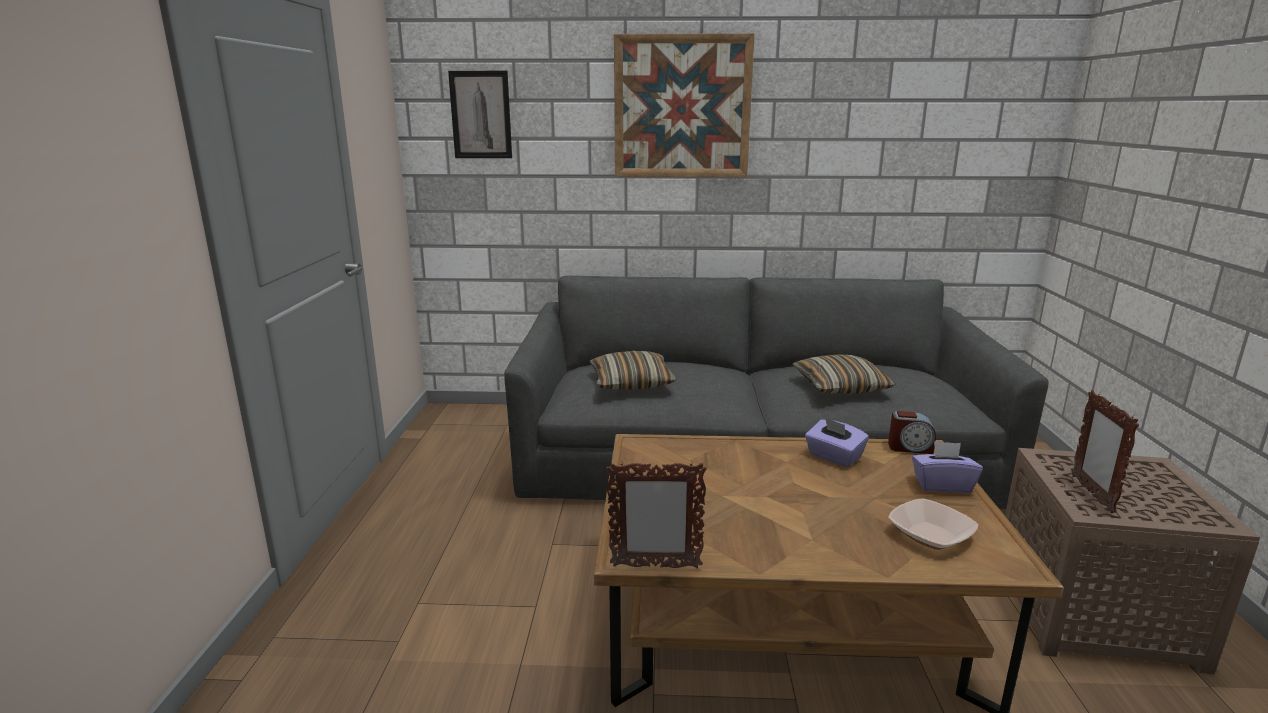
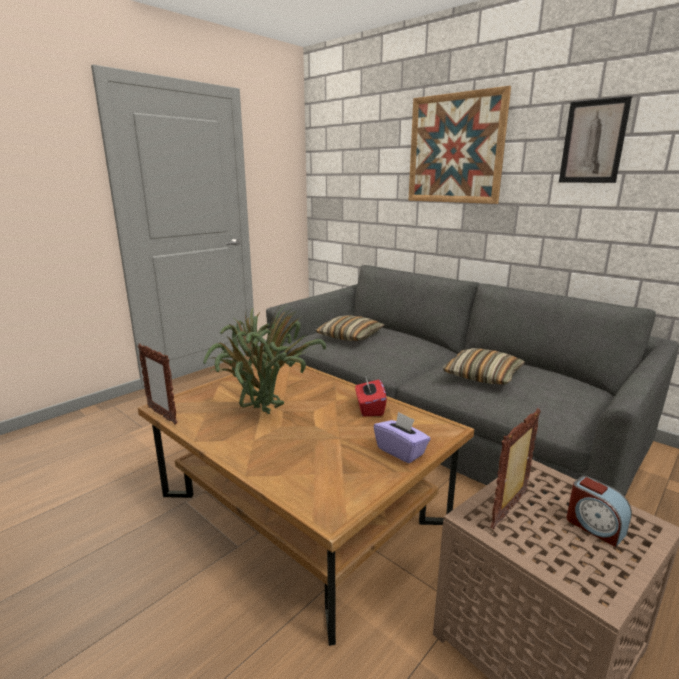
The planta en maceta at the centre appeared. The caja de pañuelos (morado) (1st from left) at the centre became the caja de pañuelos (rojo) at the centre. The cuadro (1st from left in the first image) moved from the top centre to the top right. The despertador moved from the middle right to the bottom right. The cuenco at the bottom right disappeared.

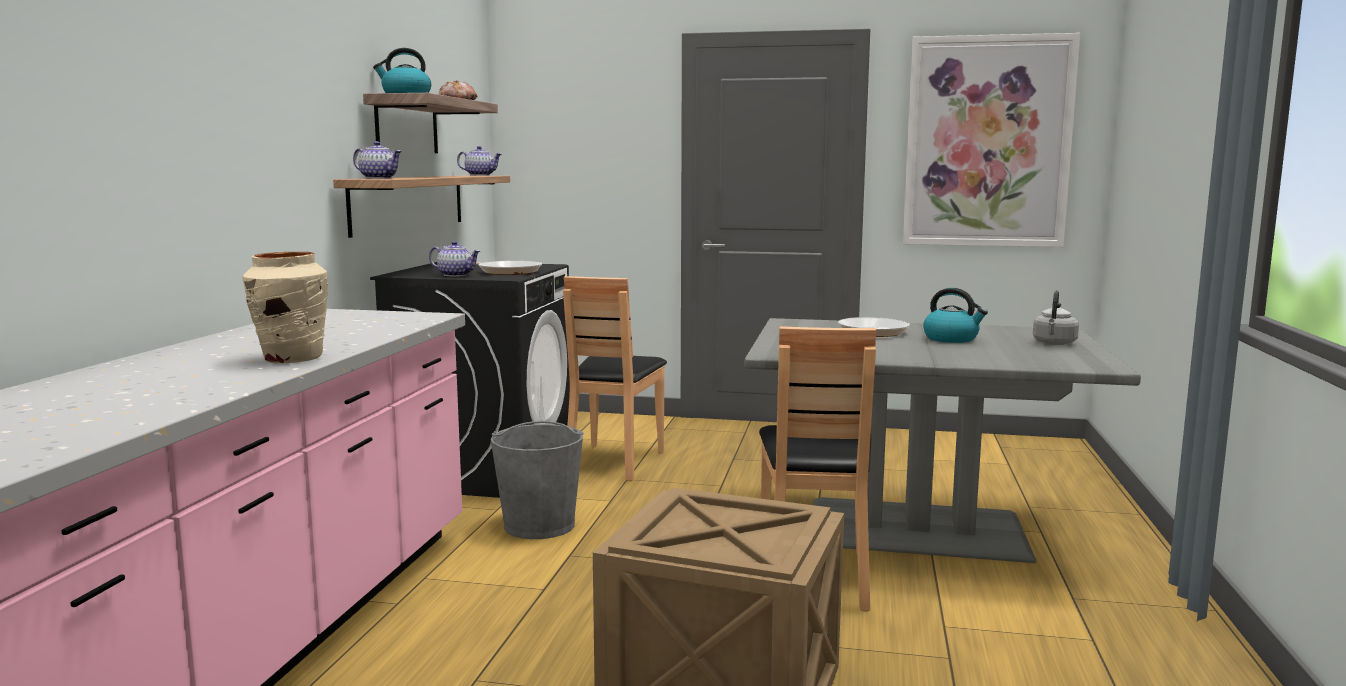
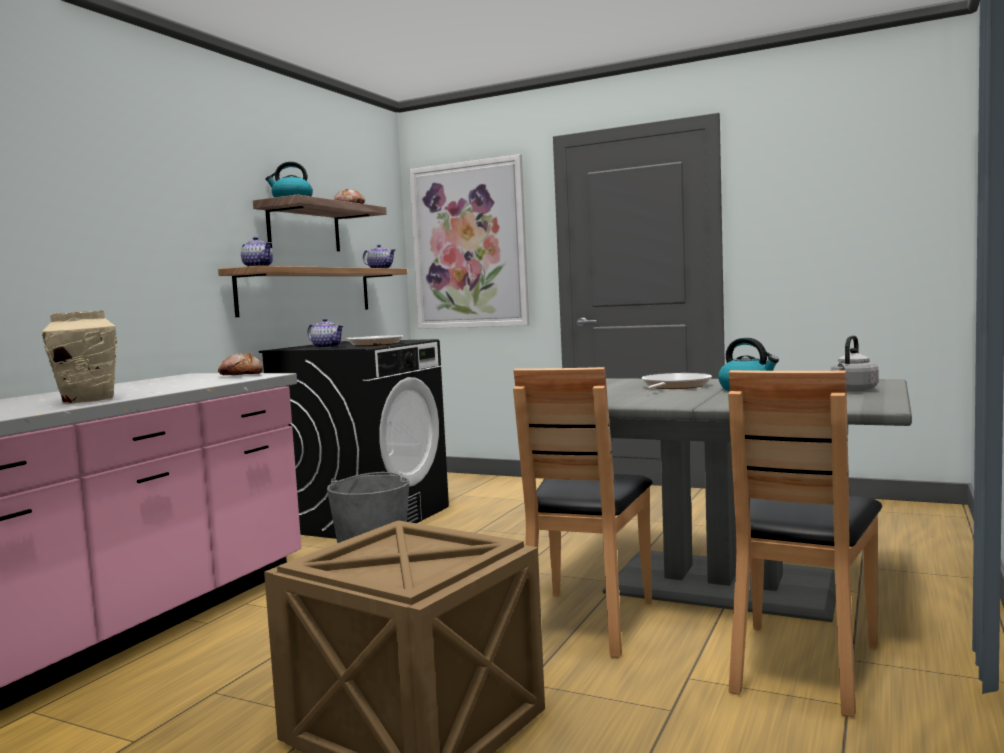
The pan (1st from left) at the middle left appeared. The cuadro moved from the top right to the top centre. The silla (marrón) (1st from left in the first image) moved from the centre to the bottom right.

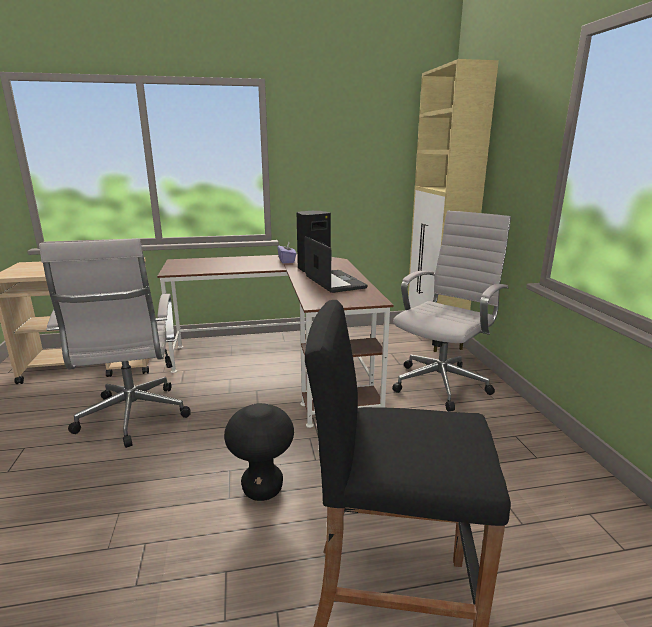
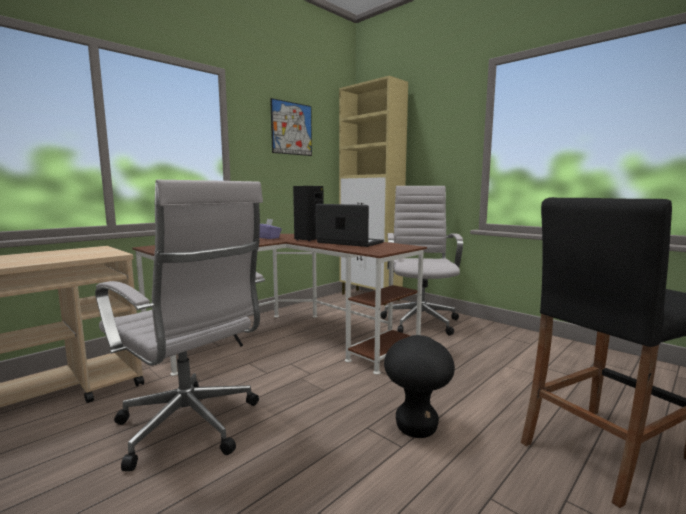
The cuadro at the top centre appeared.

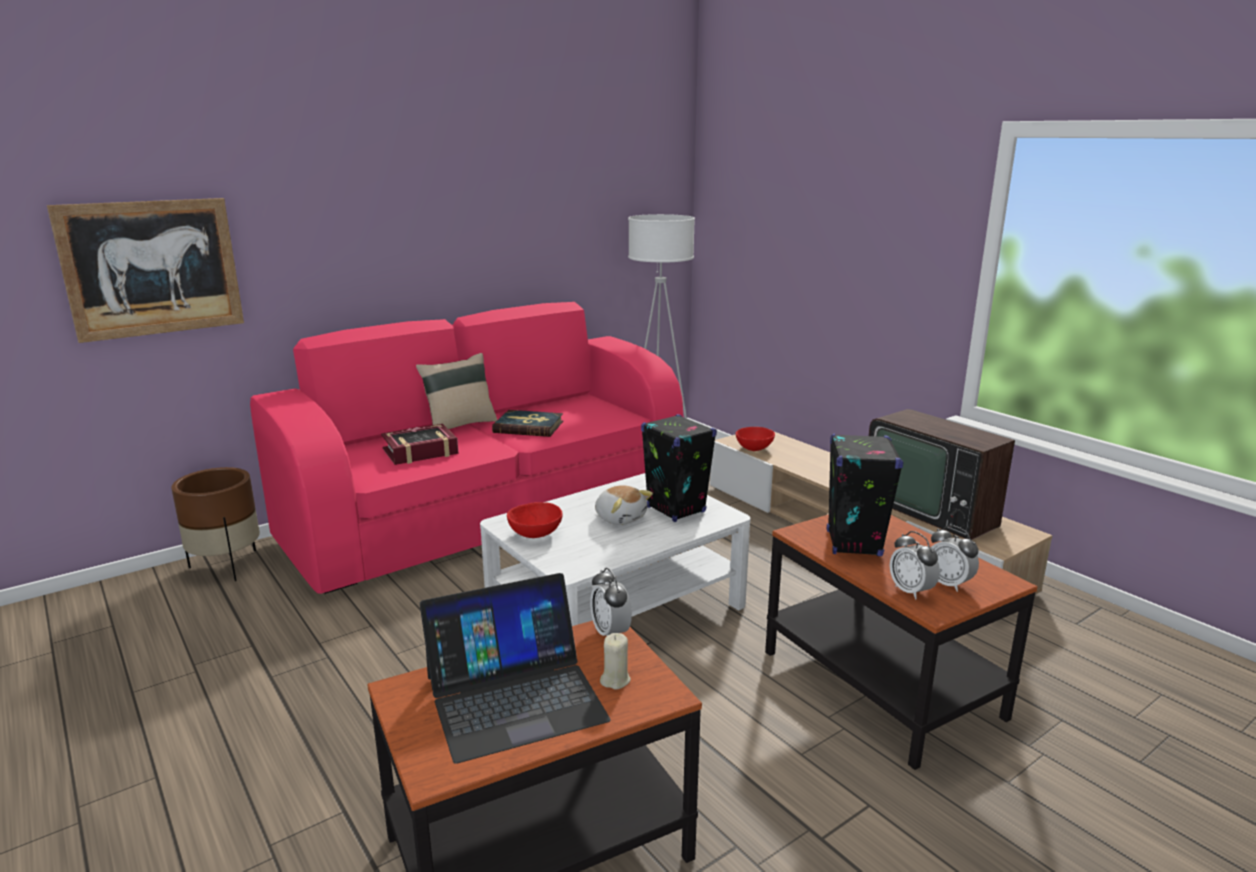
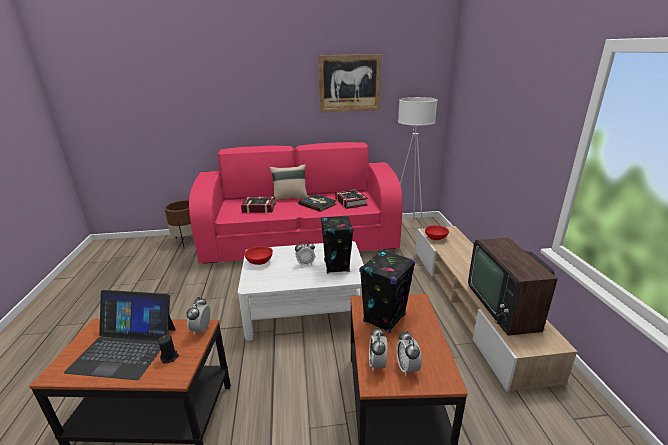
The vela (beis) at the bottom centre became the vela (negro) at the bottom left. The peluche at the centre was replaced by the despertador (2nd from left) at the centre. The cuadro moved from the top left to the top centre. The libro (3rd from left) at the centre appeared.

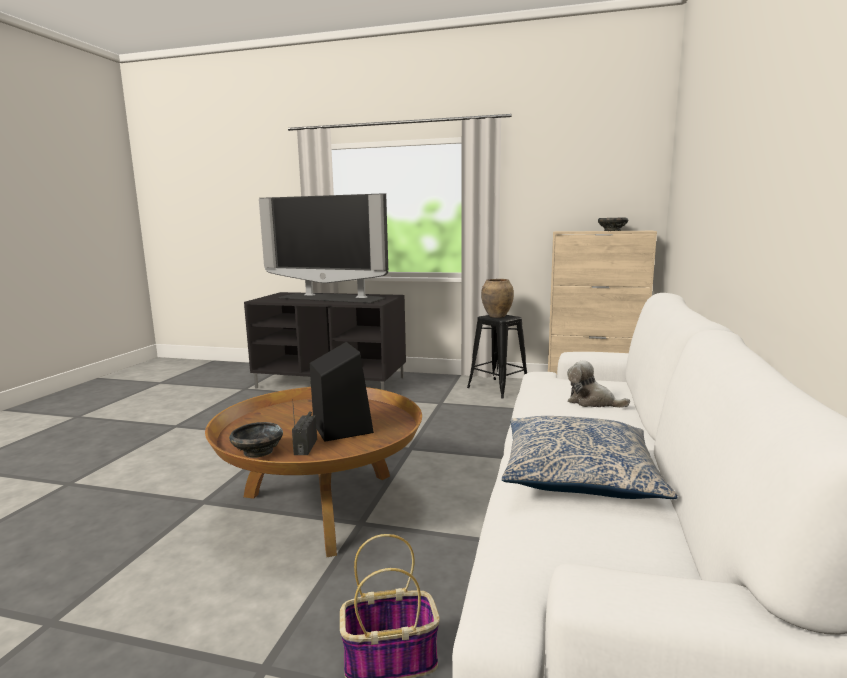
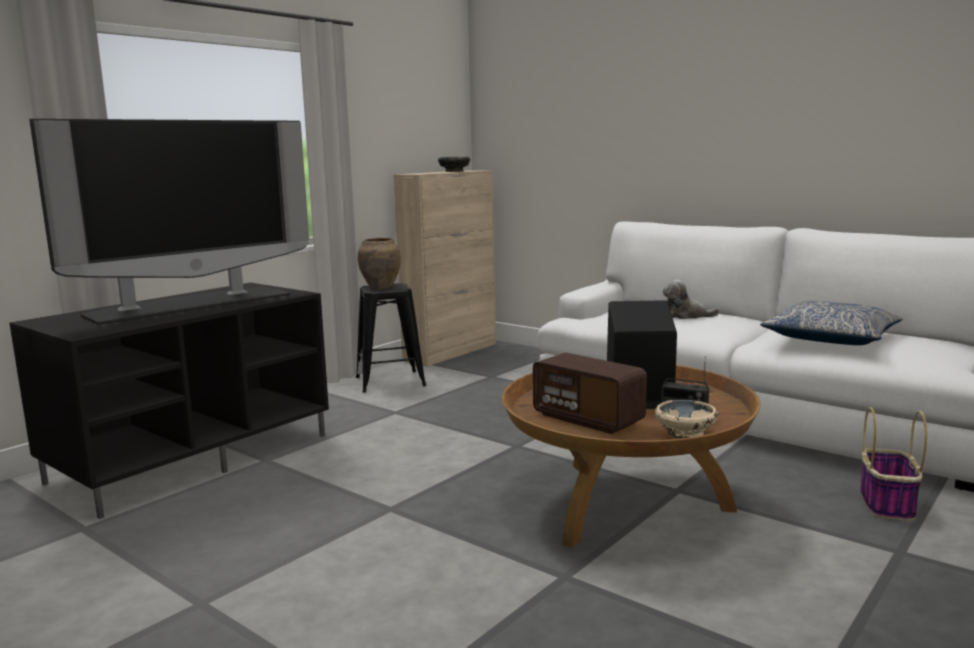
The radio (1st from left) at the centre appeared. The cuenco (negro) (1st from left) at the middle left became the cuenco (beis) at the middle right. The peluche at the middle right turned 45 degrees clockwise.

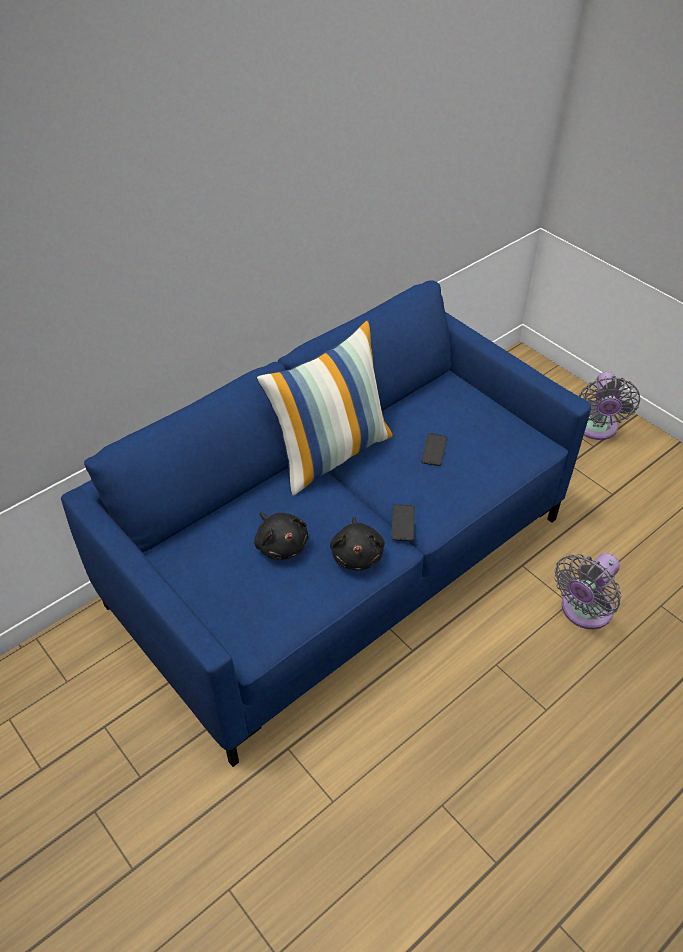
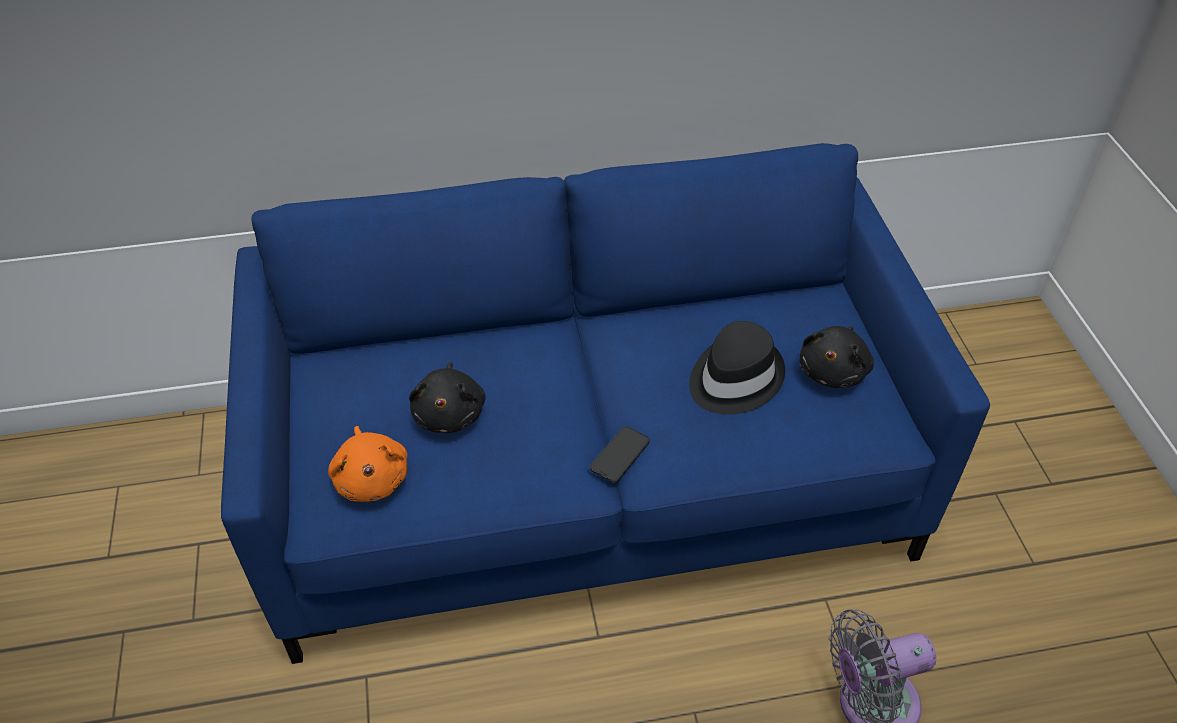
The peluche (naranja) at the middle left appeared. The móvil (2nd from left) at the centre was replaced by the sombrero (negro) at the centre. The peluche (negro) (2nd from left) moved from the centre to the middle right. The cojín at the centre disappeared. The ventilador (gris) (2nd from left) at the middle right disappeared.

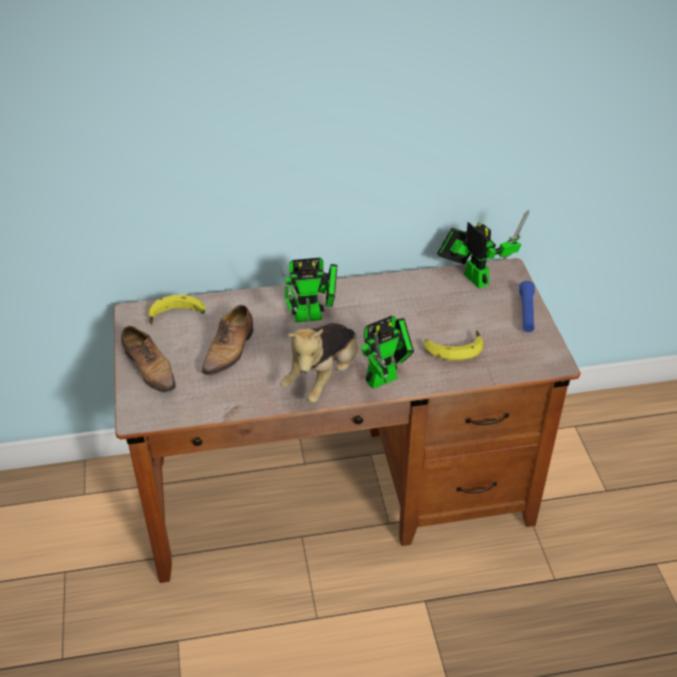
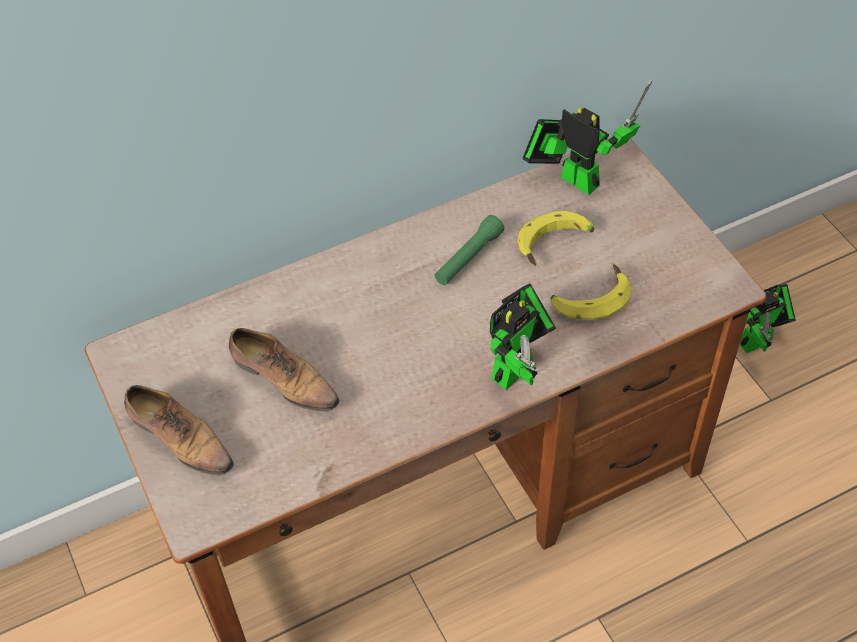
The zapato (2nd from left) at the centre turned 60 degrees counterclockwise. The linterna (verde) at the centre appeared. The plátano (1st from left) moved from the middle left to the centre. The robot de juguete (1st from left in the first image) moved from the centre to the middle right. The peluche at the centre disappeared. The linterna (azul) at the middle right disappeared.

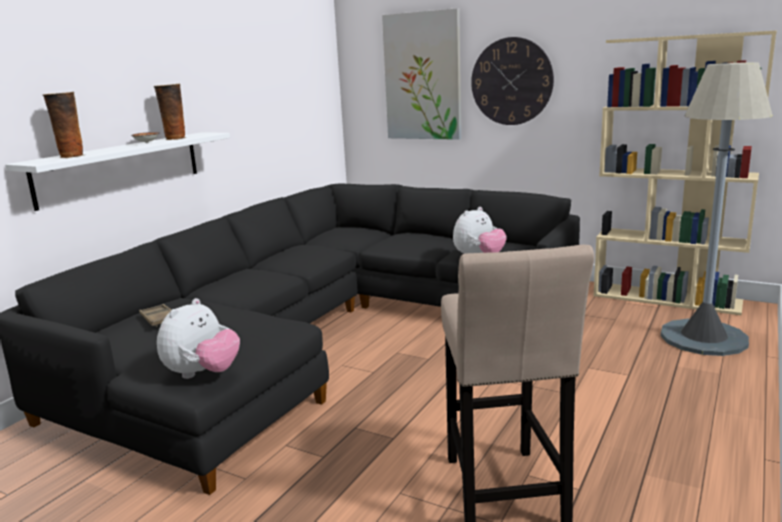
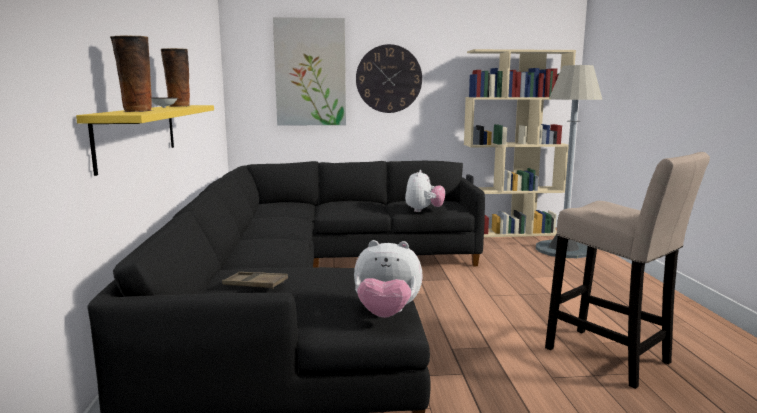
The estante (blanco) at the top left became the estante (amarillo) at the middle left. The peluche (1st from left) at the middle left turned 105 degrees clockwise.

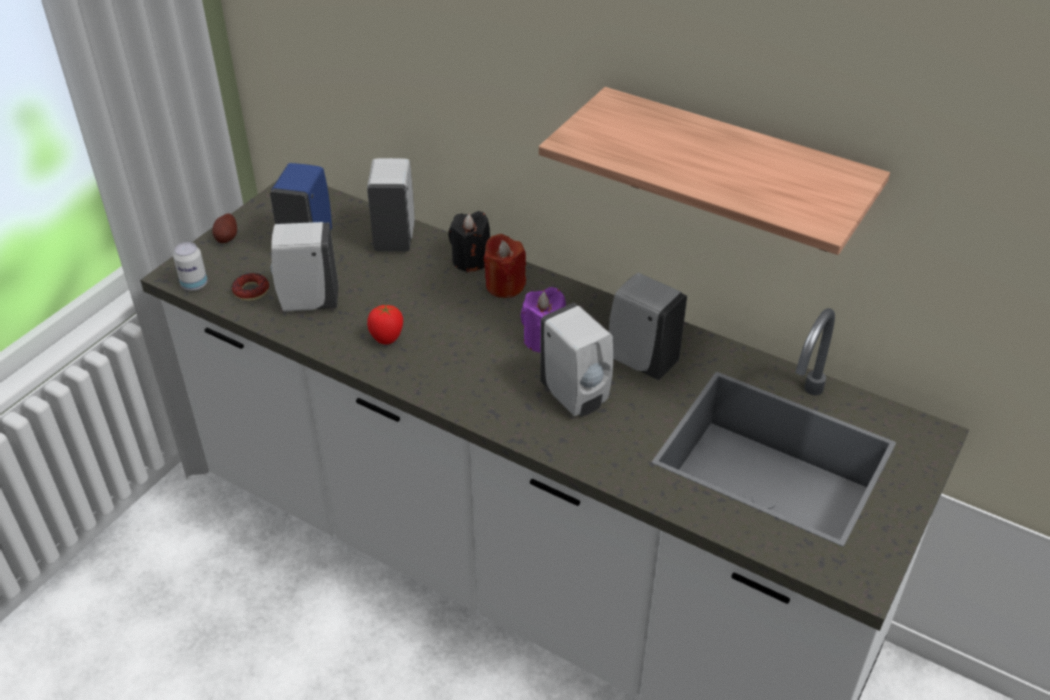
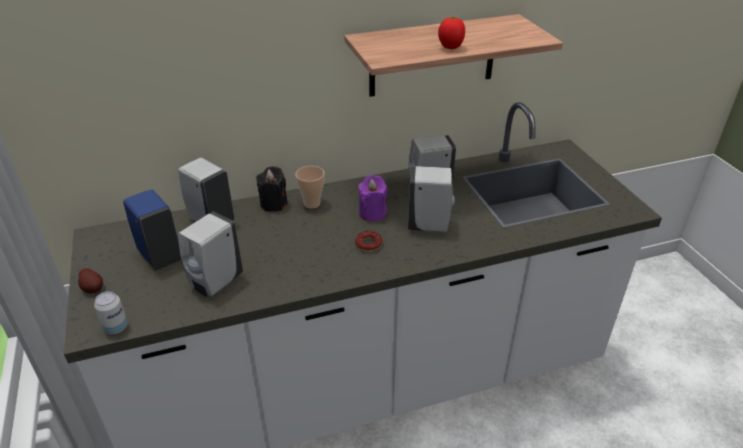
The vela (rojo) at the centre was replaced by the taza at the centre. The rosquilla moved from the middle left to the centre. The tomate moved from the centre to the top centre.

